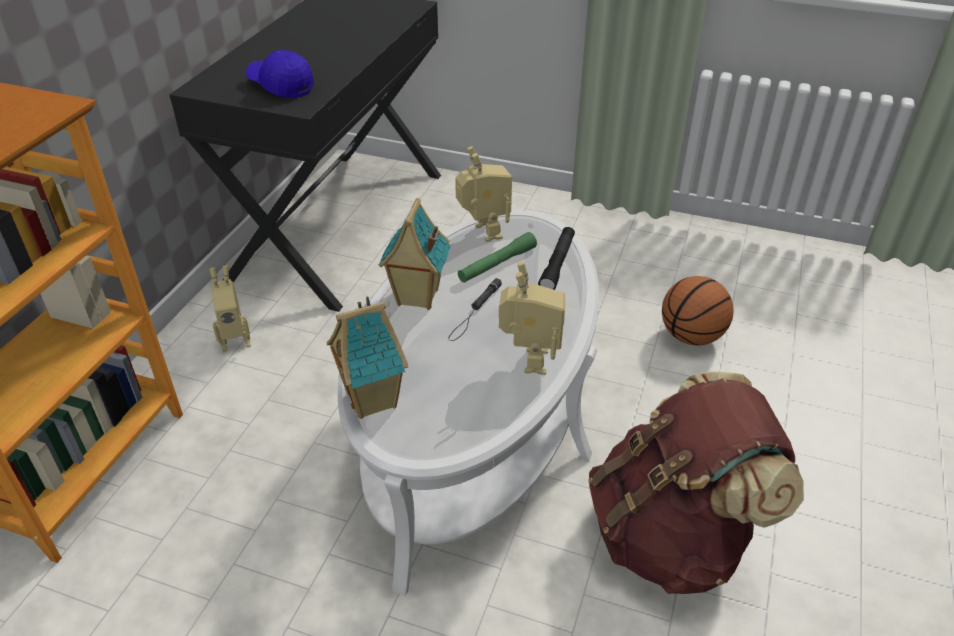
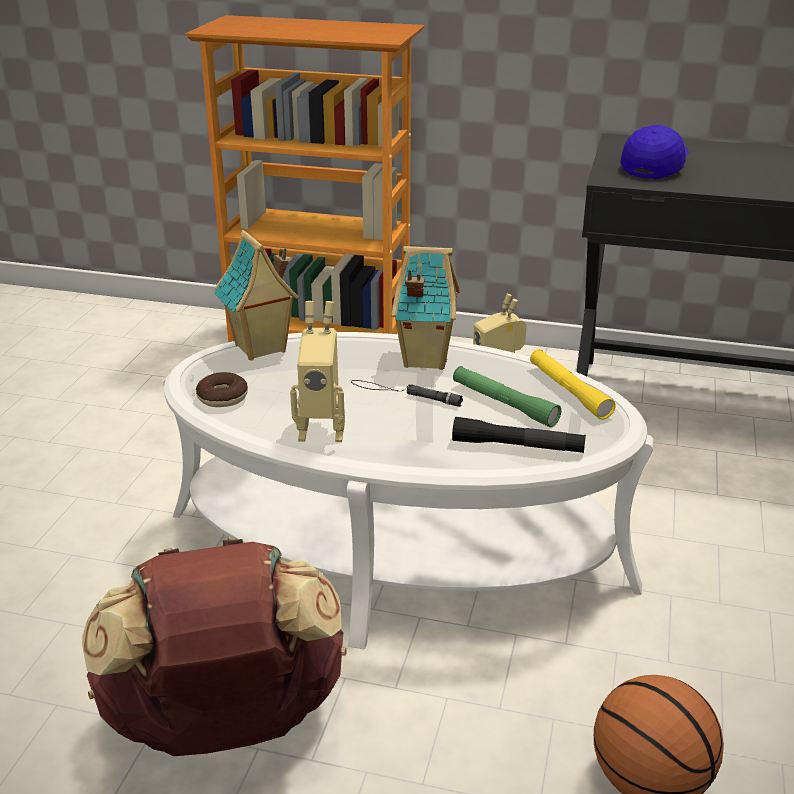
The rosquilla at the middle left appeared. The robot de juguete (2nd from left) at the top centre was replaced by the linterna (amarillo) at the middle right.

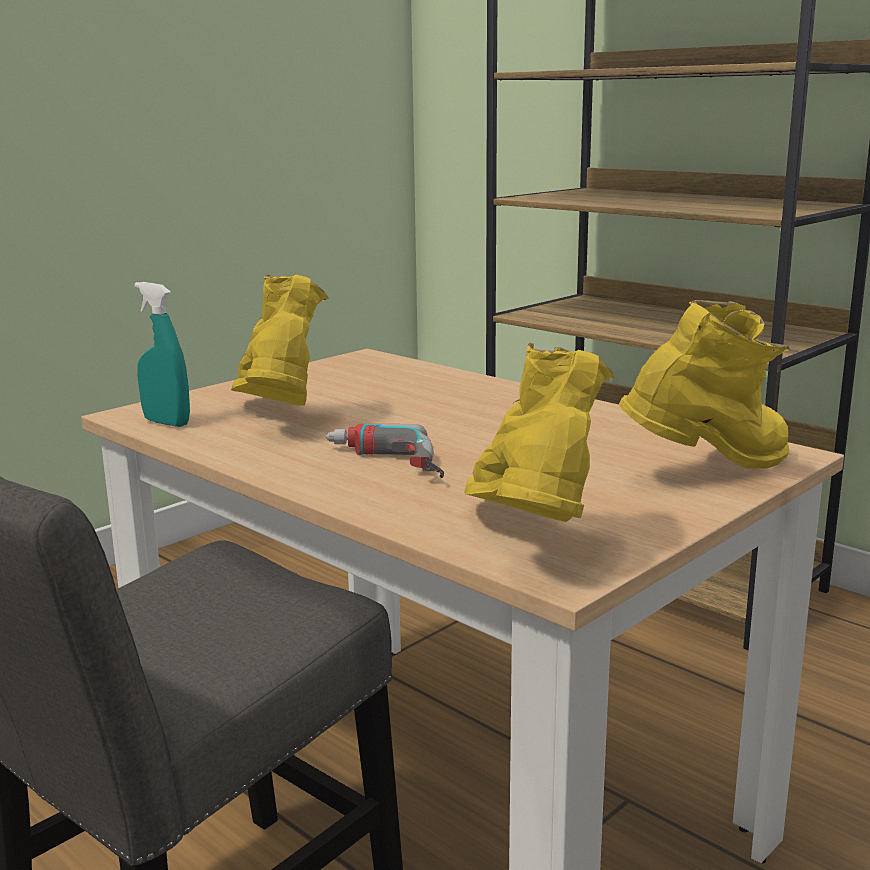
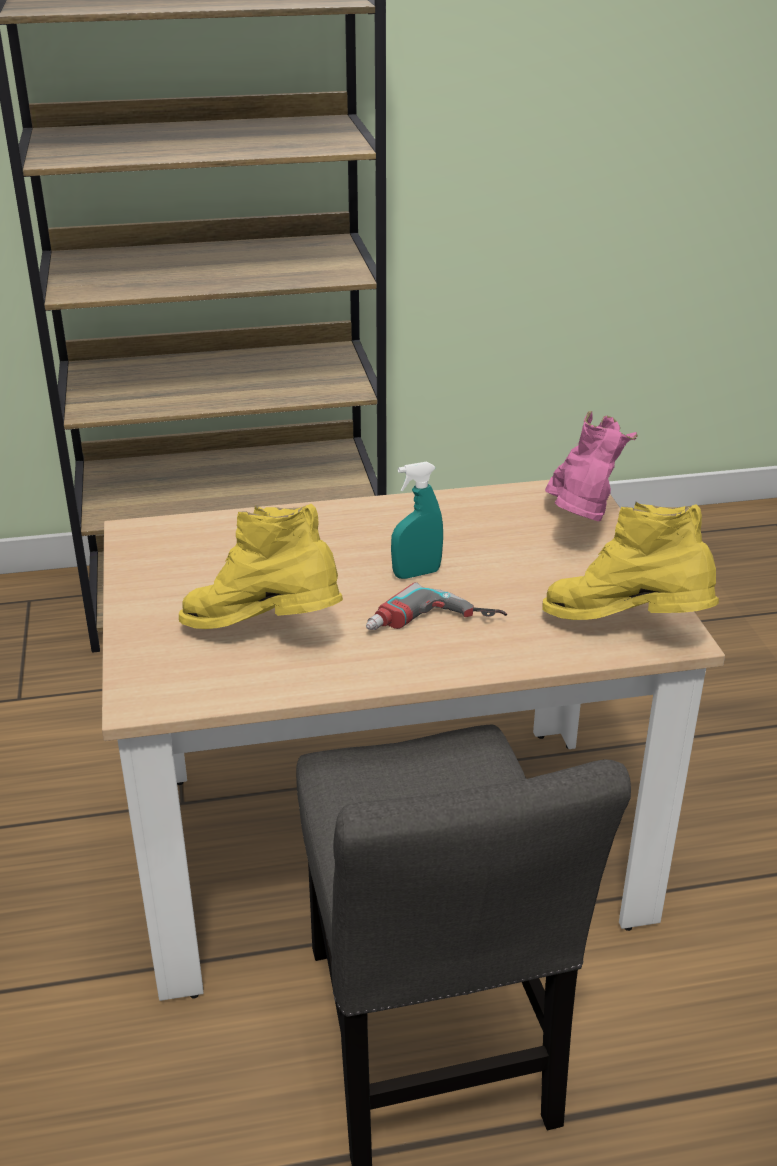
The pulverizador (turquesa) moved from the middle left to the centre. The bota (amarillo) (3rd from left) at the middle right became the bota (rosa) at the middle right.

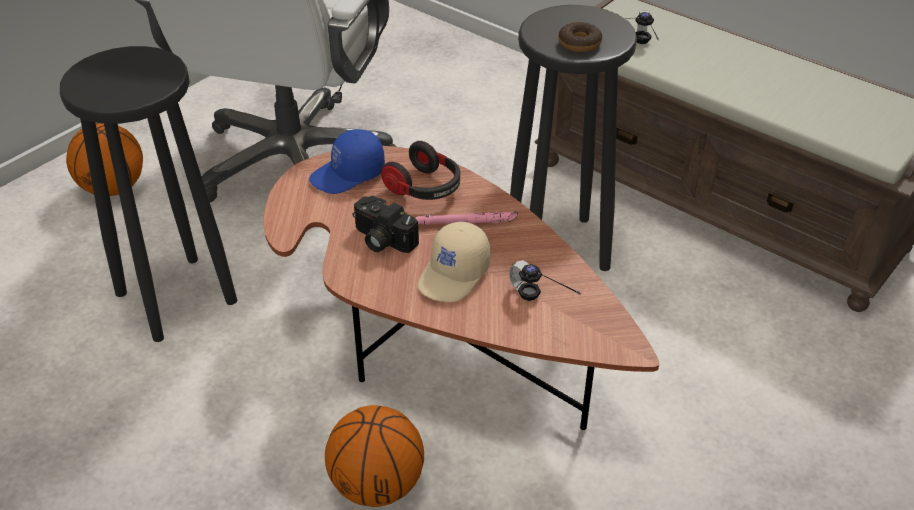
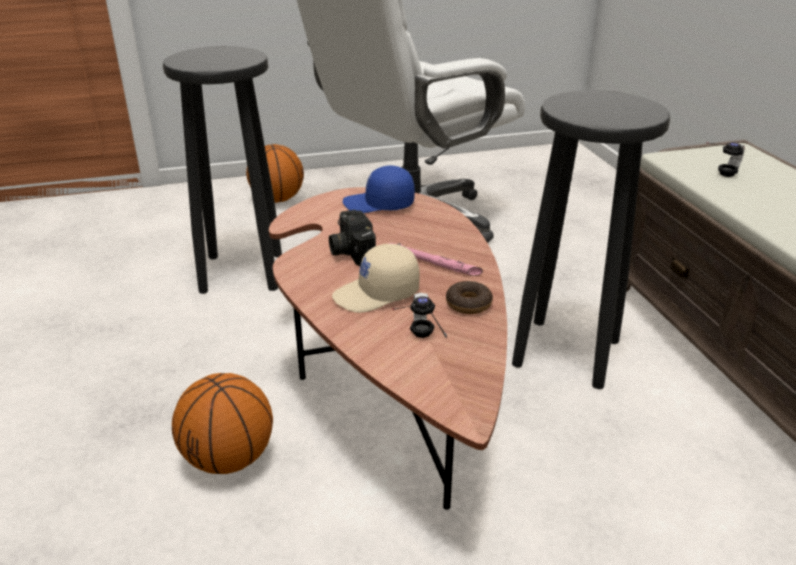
The rosquilla moved from the top centre to the centre. The auriculares (1st from left) at the centre disappeared.

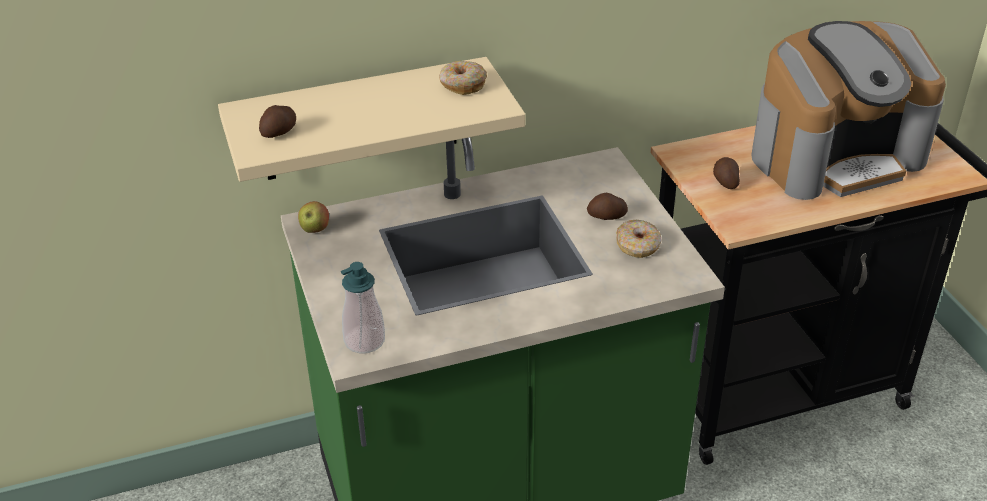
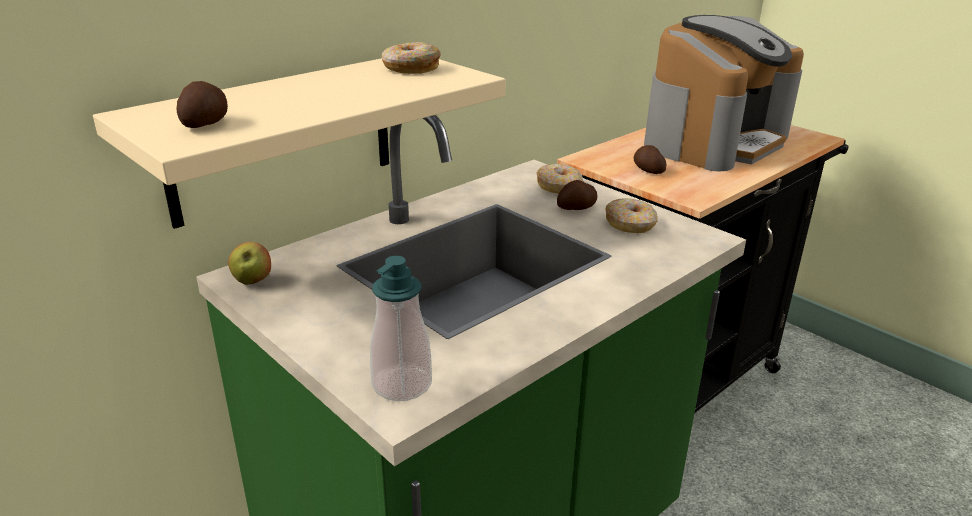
The rosquilla (2nd from left) at the centre appeared.

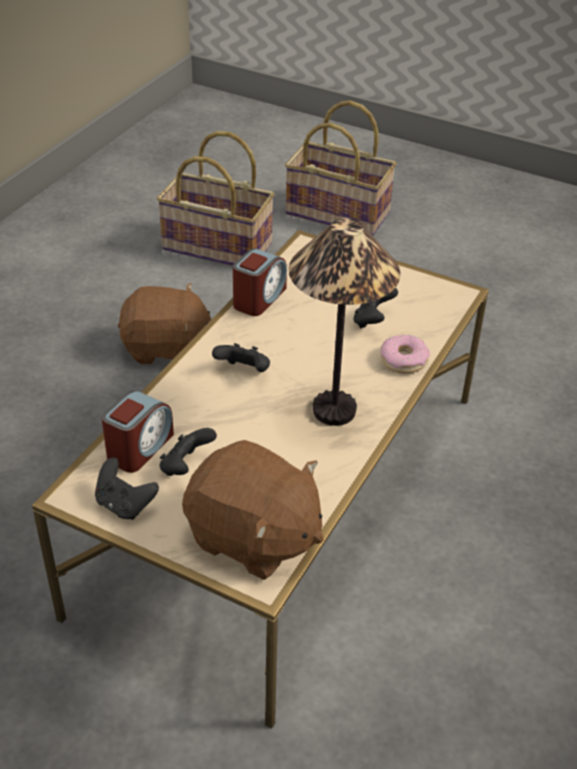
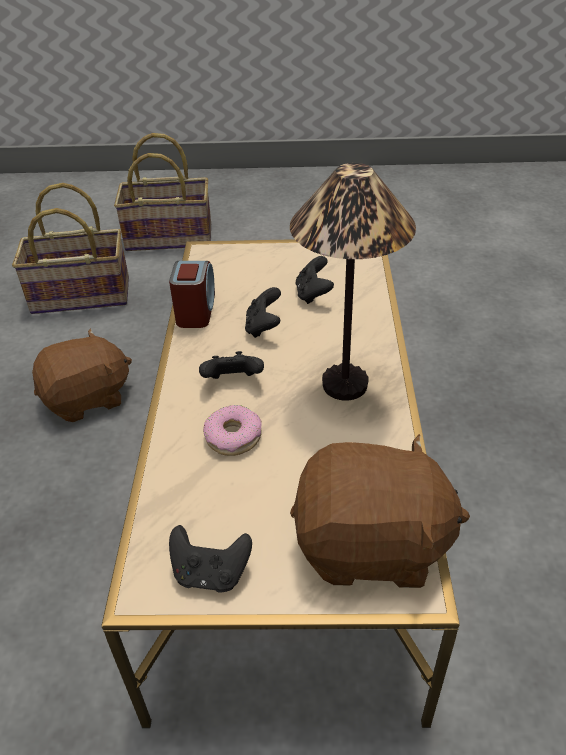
The rosquilla moved from the middle right to the centre. The mando de consola (negro) (2nd from left in the first image) moved from the middle left to the centre. The despertador (1st from left) at the middle left disappeared.

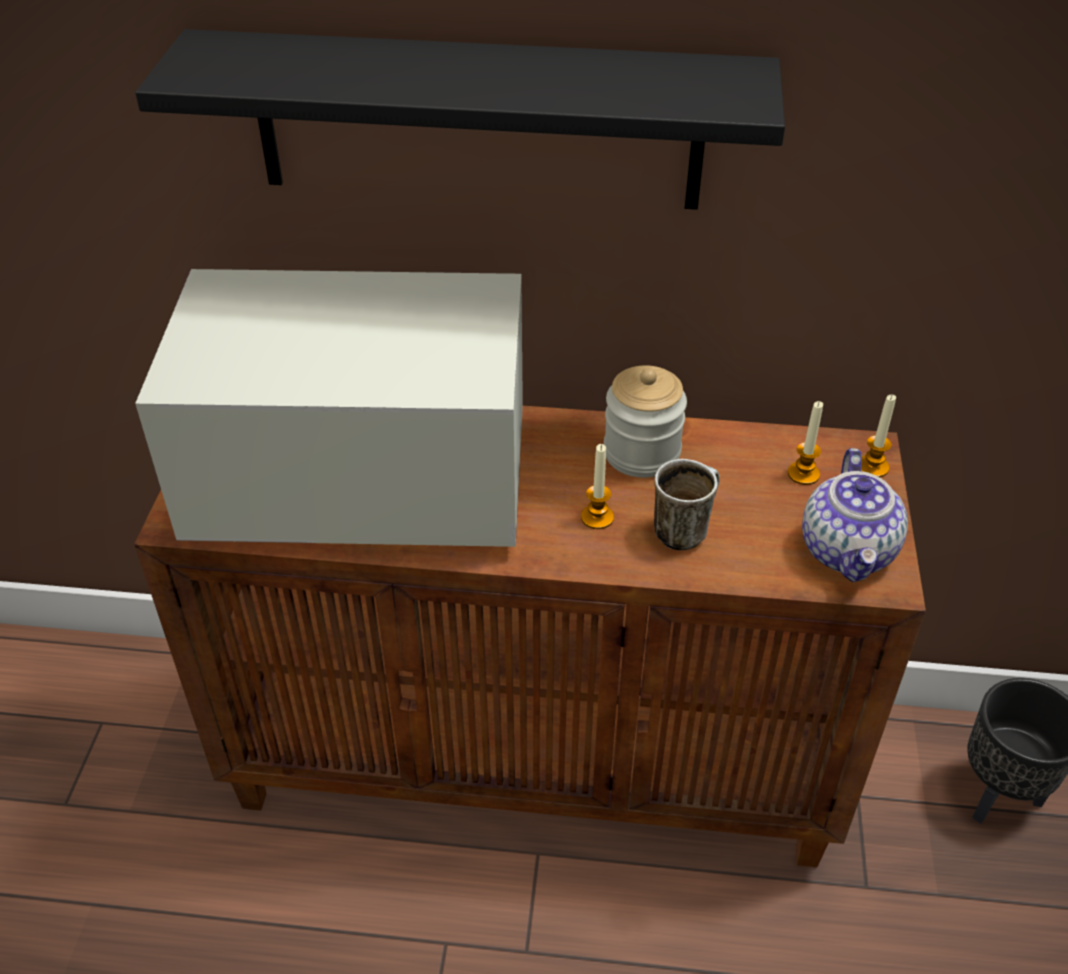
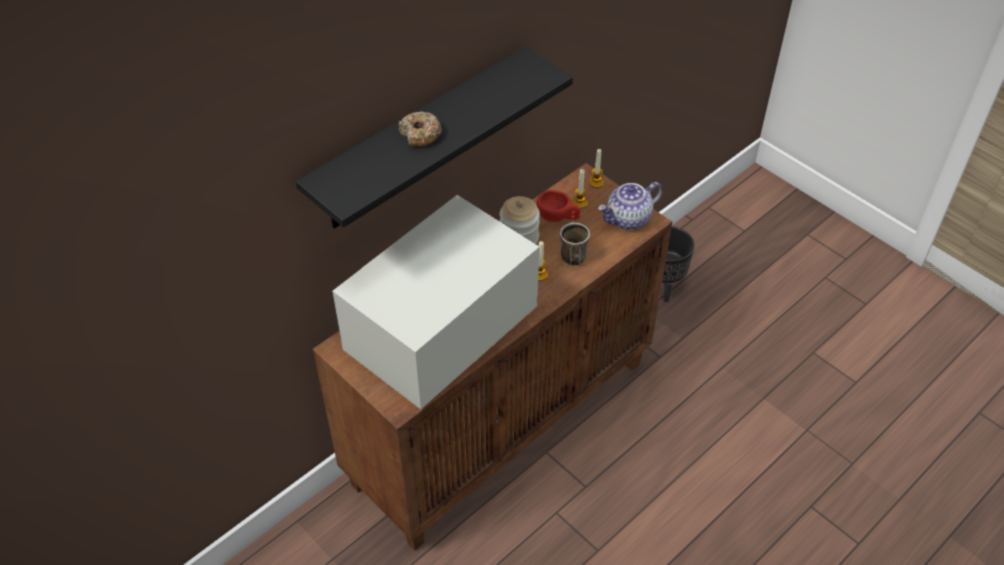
The rosquilla at the top centre appeared. The taza (rojo) at the centre appeared. The tetera at the middle right turned 105 degrees clockwise.

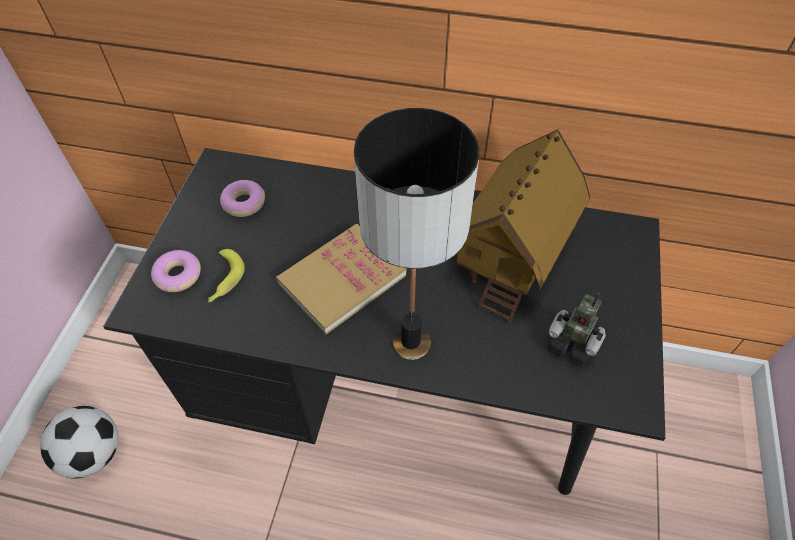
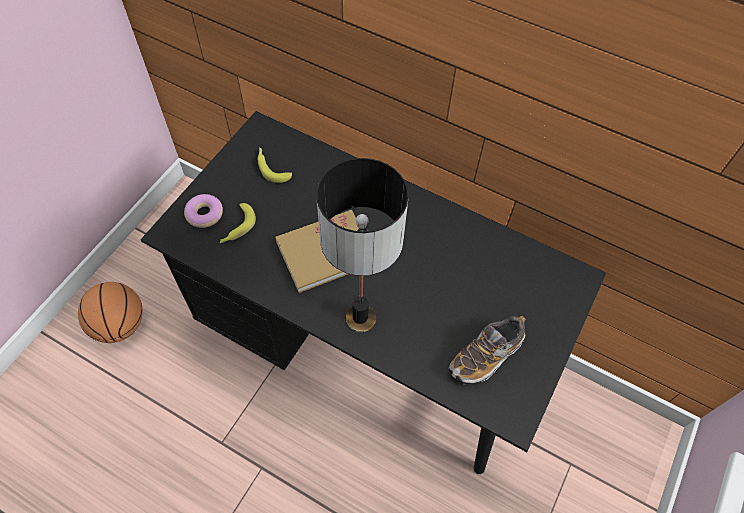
The balón de fútbol at the bottom left was replaced by the balón de baloncesto at the middle left. The rosquilla (2nd from left) at the middle left was replaced by the plátano (2nd from left) at the top centre. The robot de juguete at the middle right was replaced by the zapato at the bottom centre. The casita at the centre disappeared.

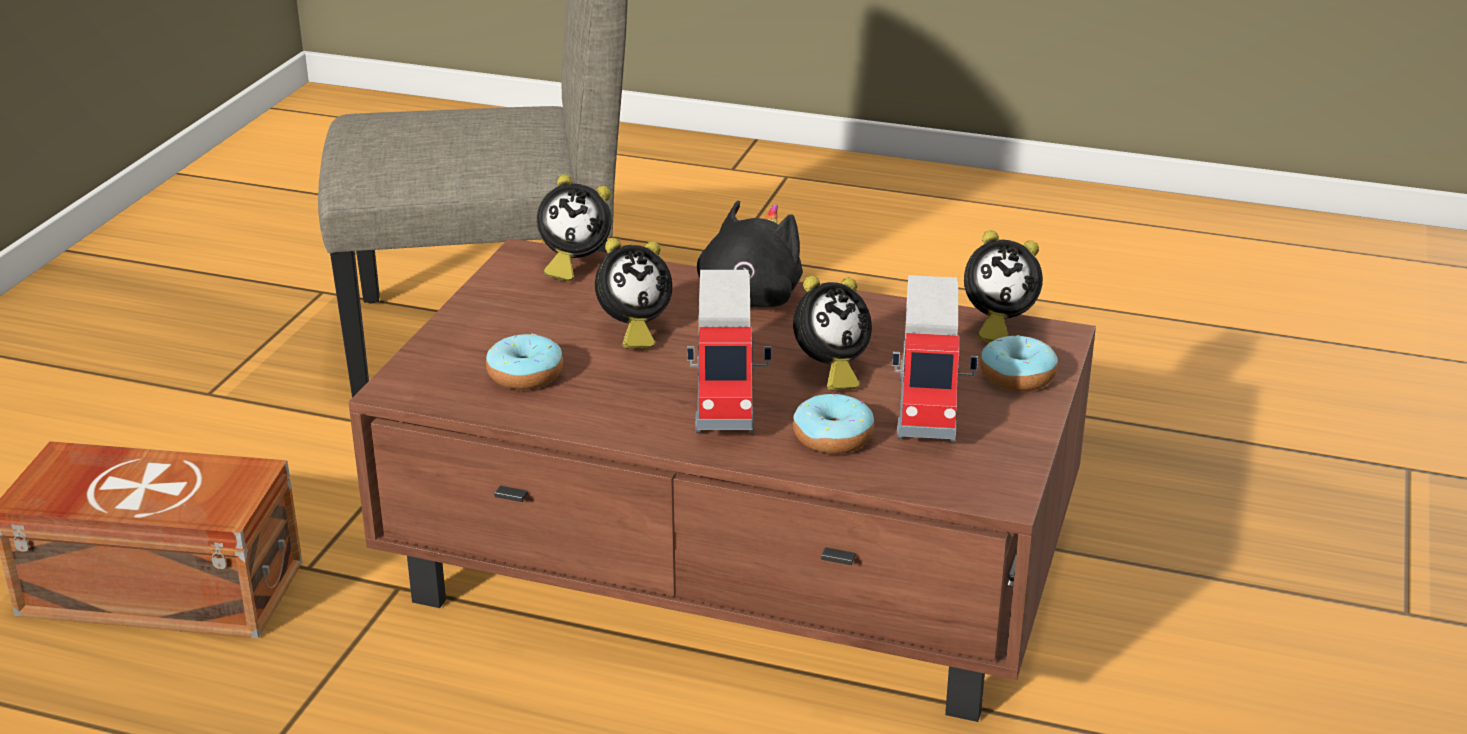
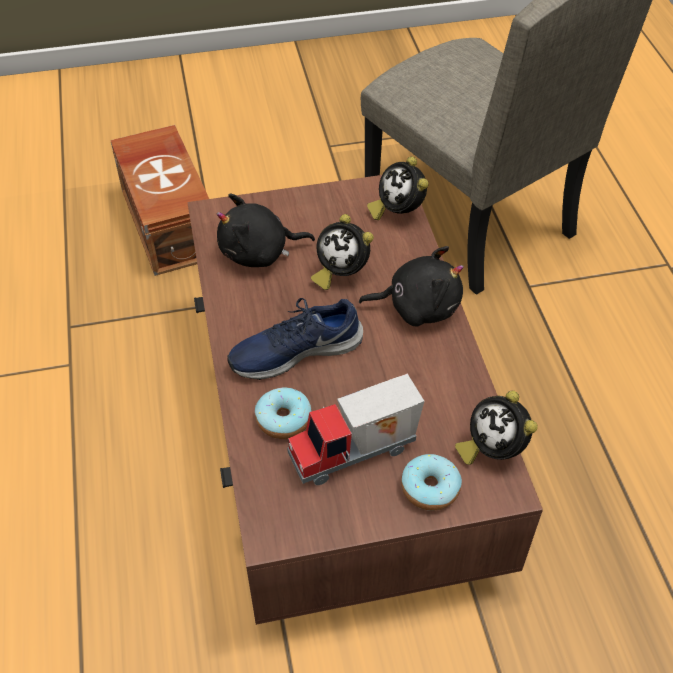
The rosquilla (1st from left) at the centre was replaced by the peluche (negro) (1st from left) at the centre. The camión de juguete (1st from left) at the centre was replaced by the zapato (azul) at the centre. The despertador (3rd from left) at the centre disappeared.

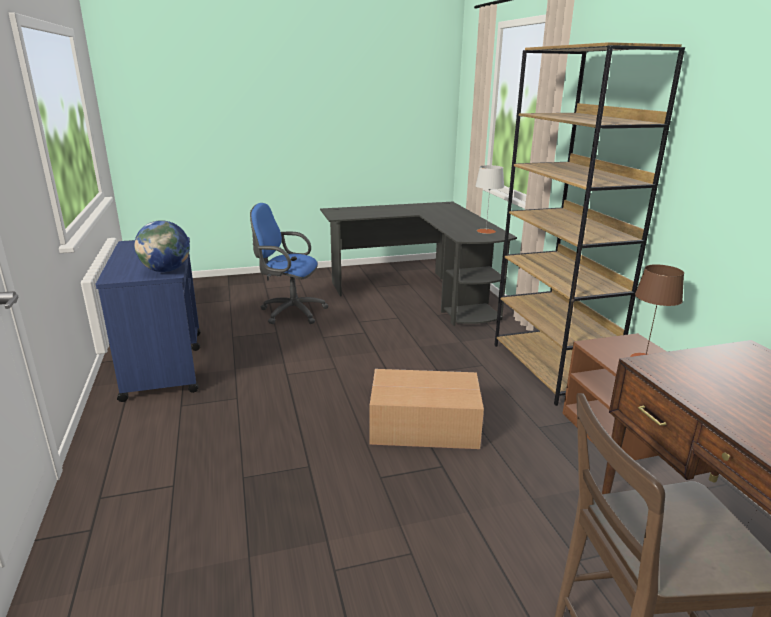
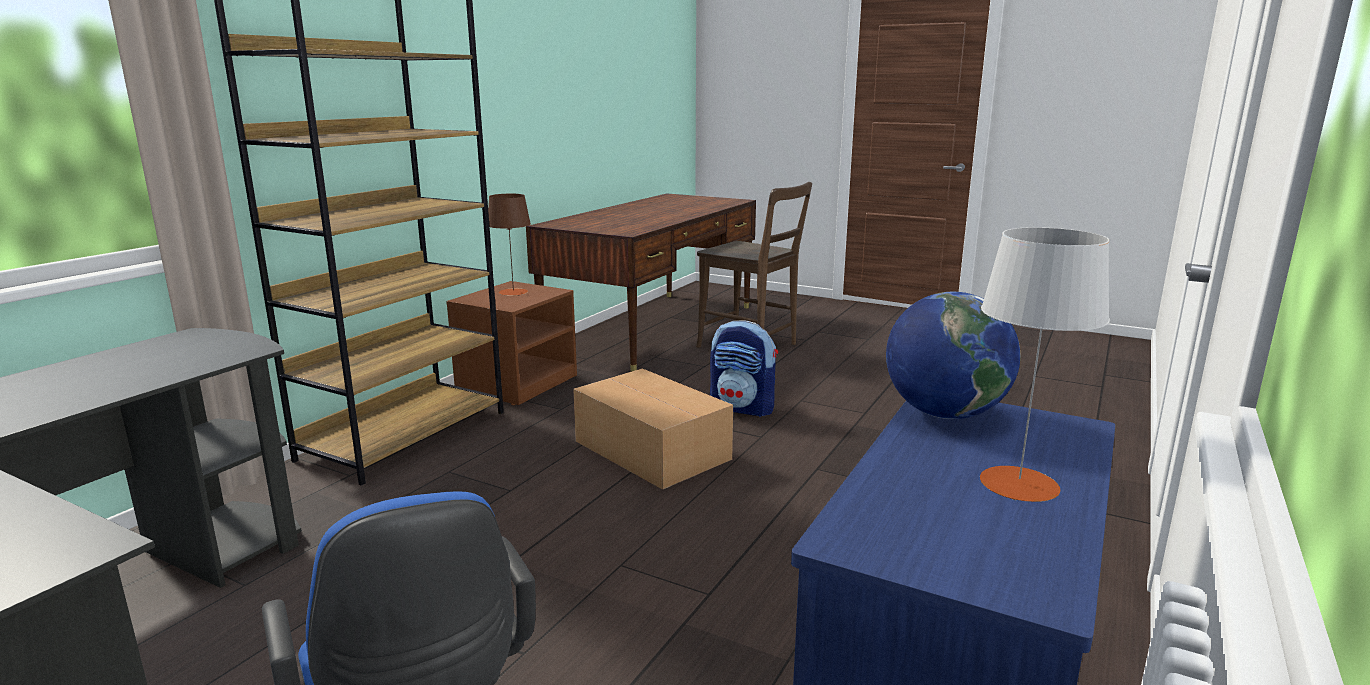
The mochila at the centre appeared. The lámpara de mesa (gris) moved from the top centre to the middle right.

